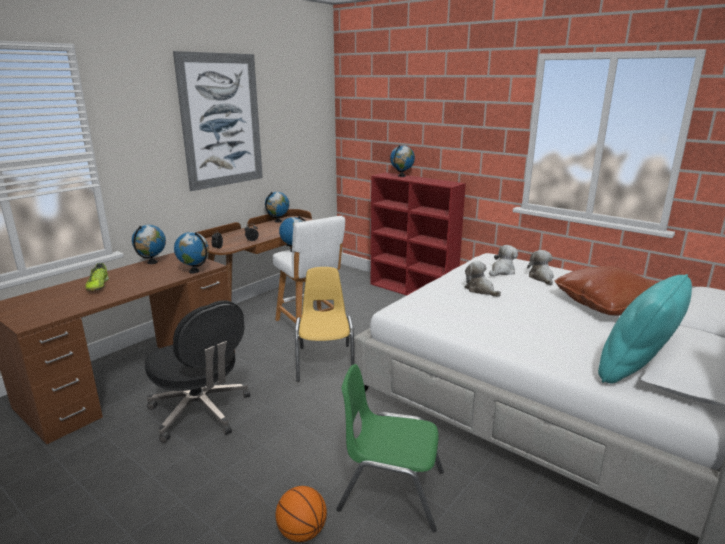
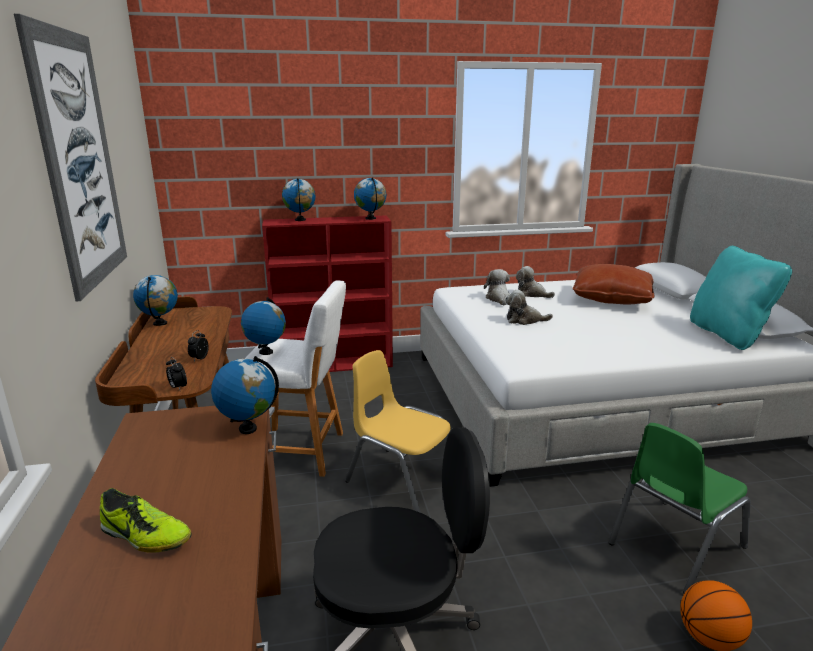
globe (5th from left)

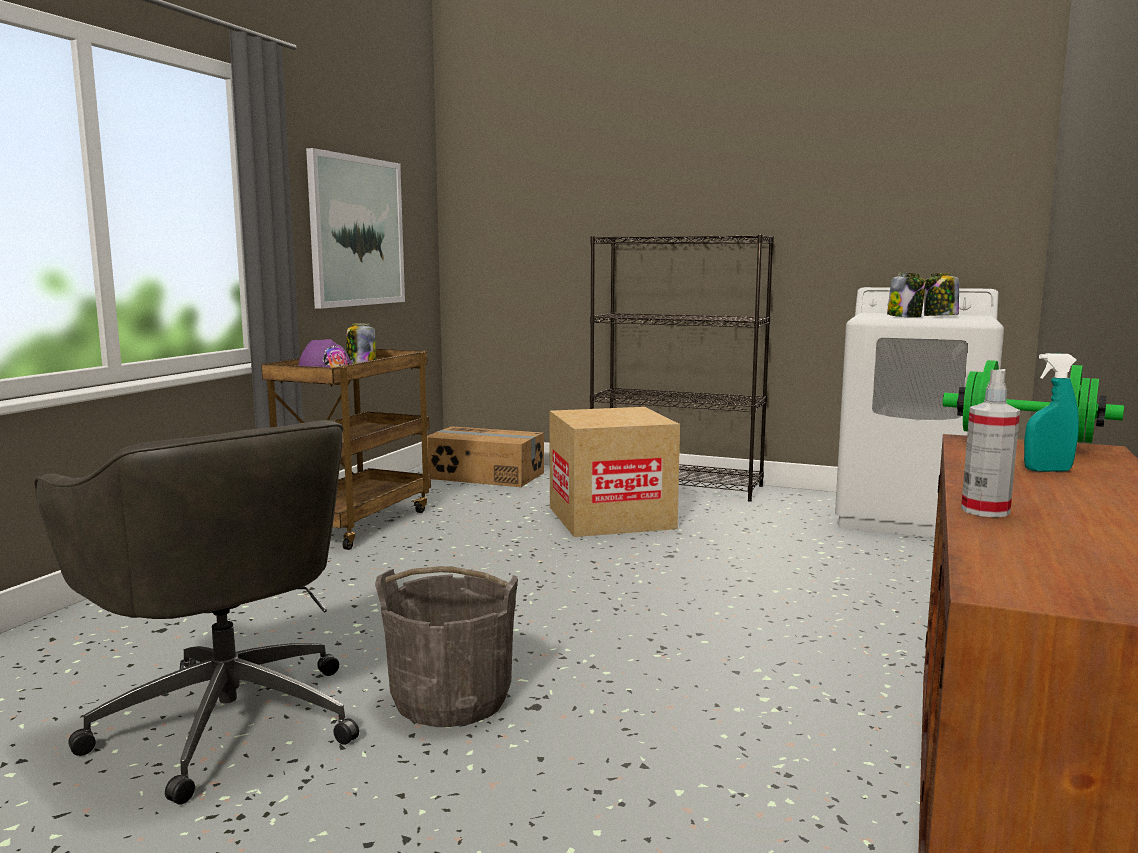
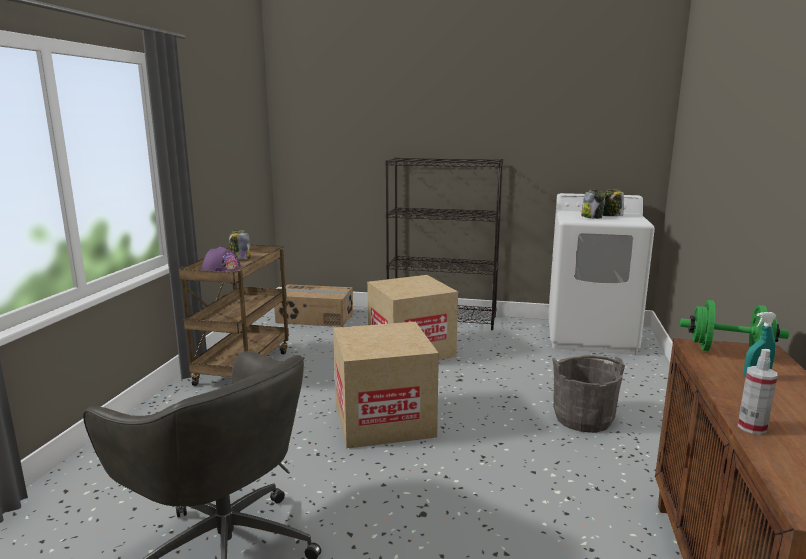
cardboard box (2nd from left)
grey bucket
picture

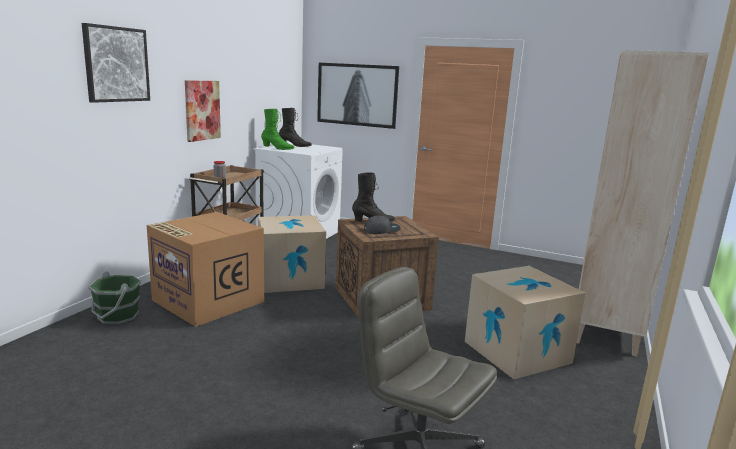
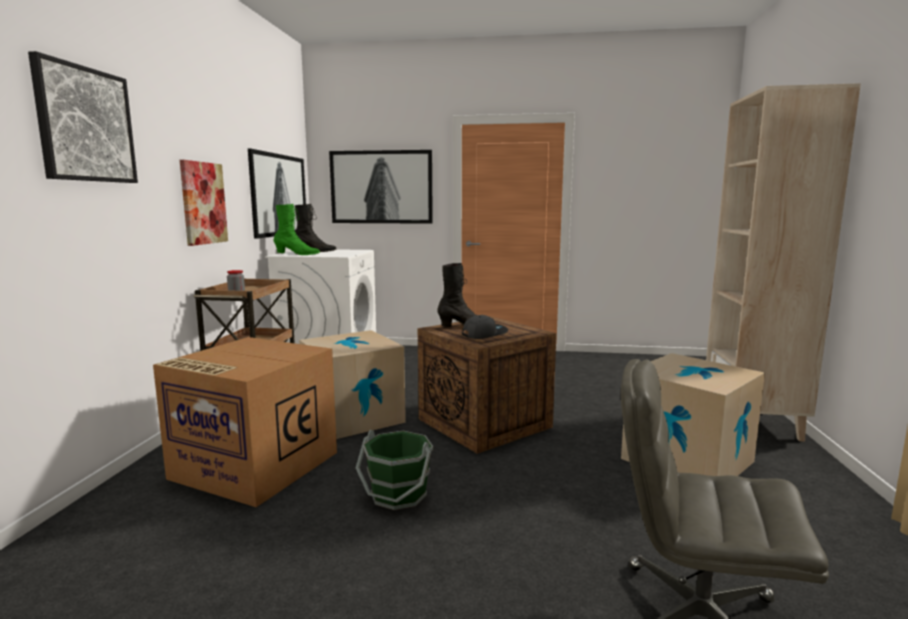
picture (3rd from left)
green bucket

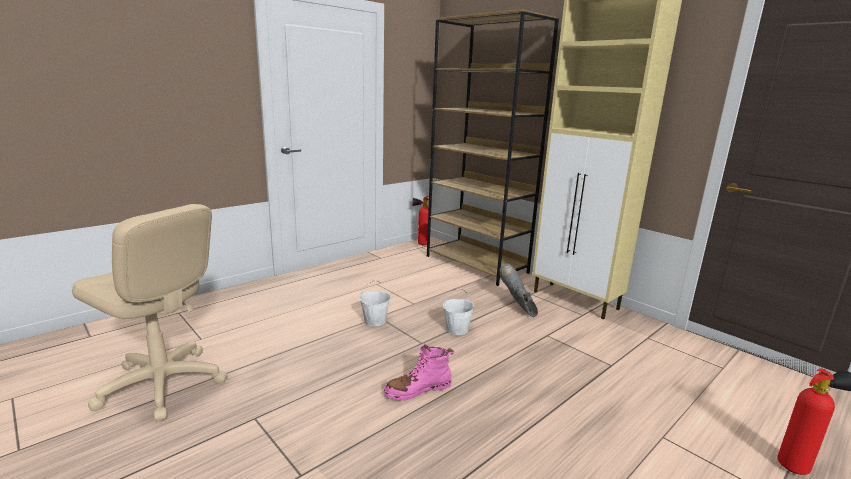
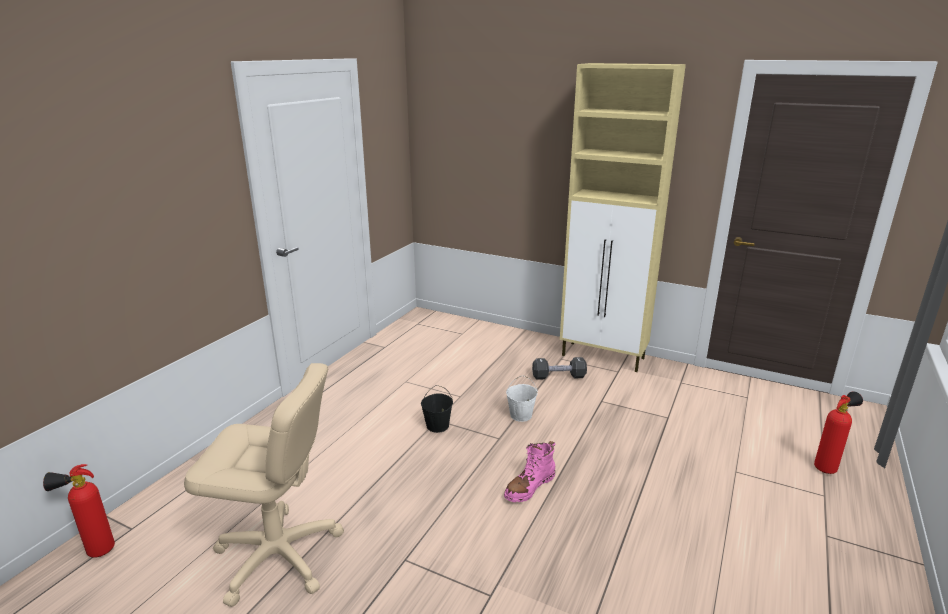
fire extinguisher (1st from left)
black bucket
black dumbbell
brown bookcase

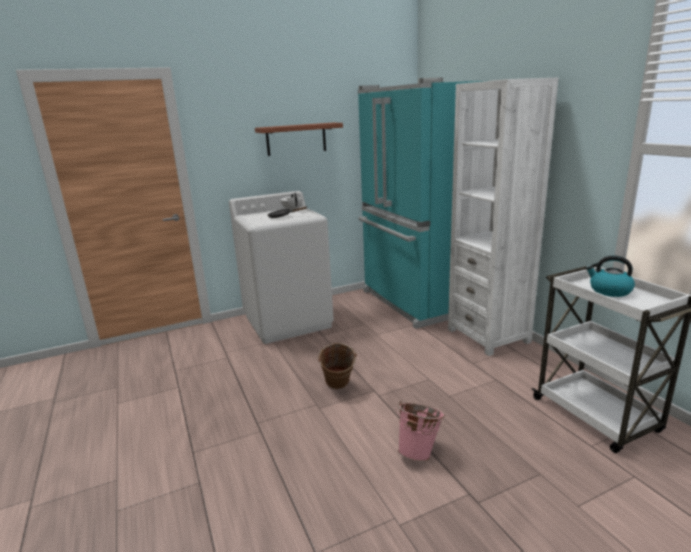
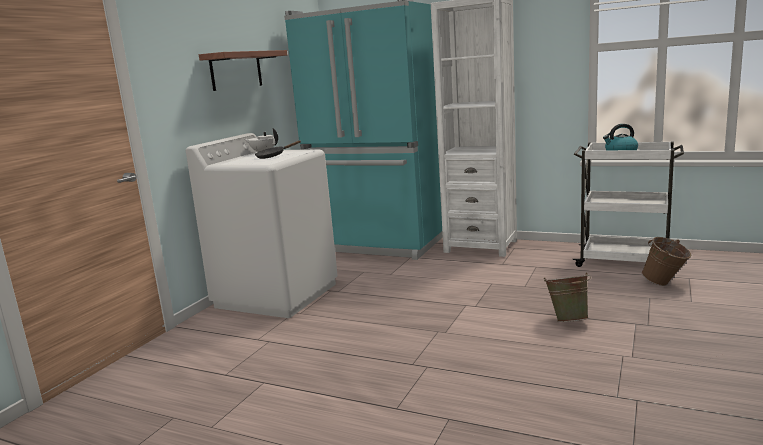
green bucket
brown bucket

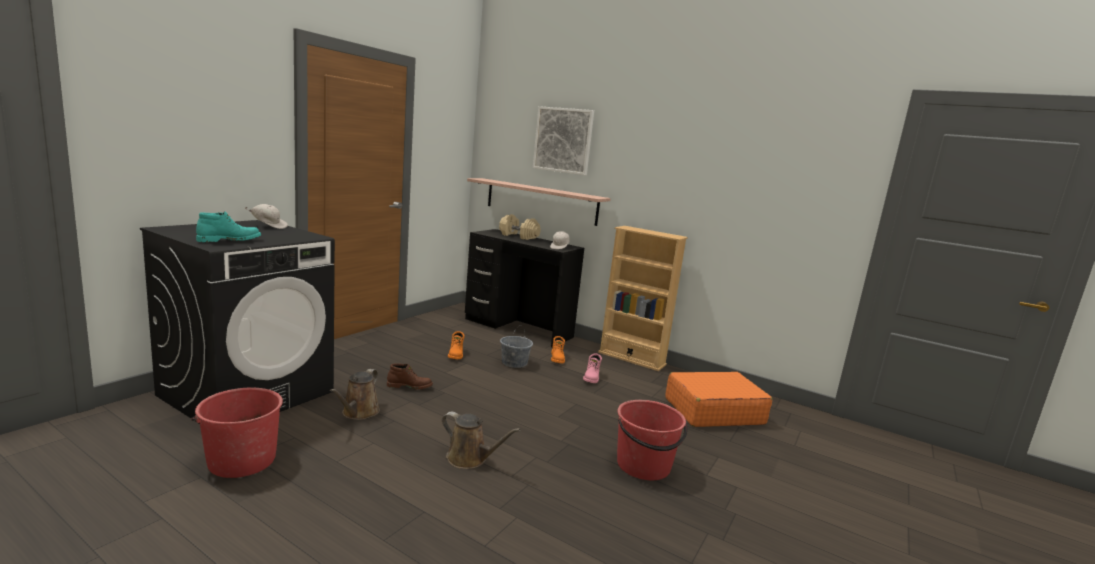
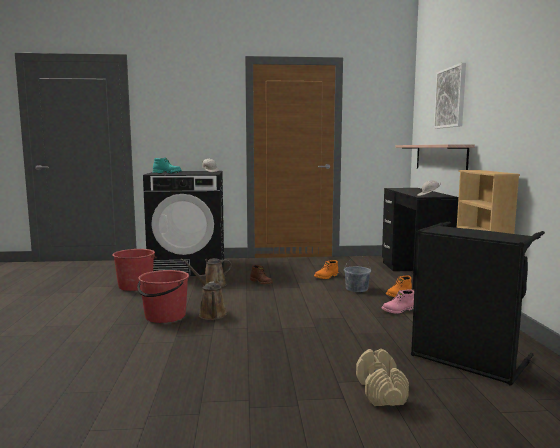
red bucket (2nd from left)
beige dumbbell
black laundry basket

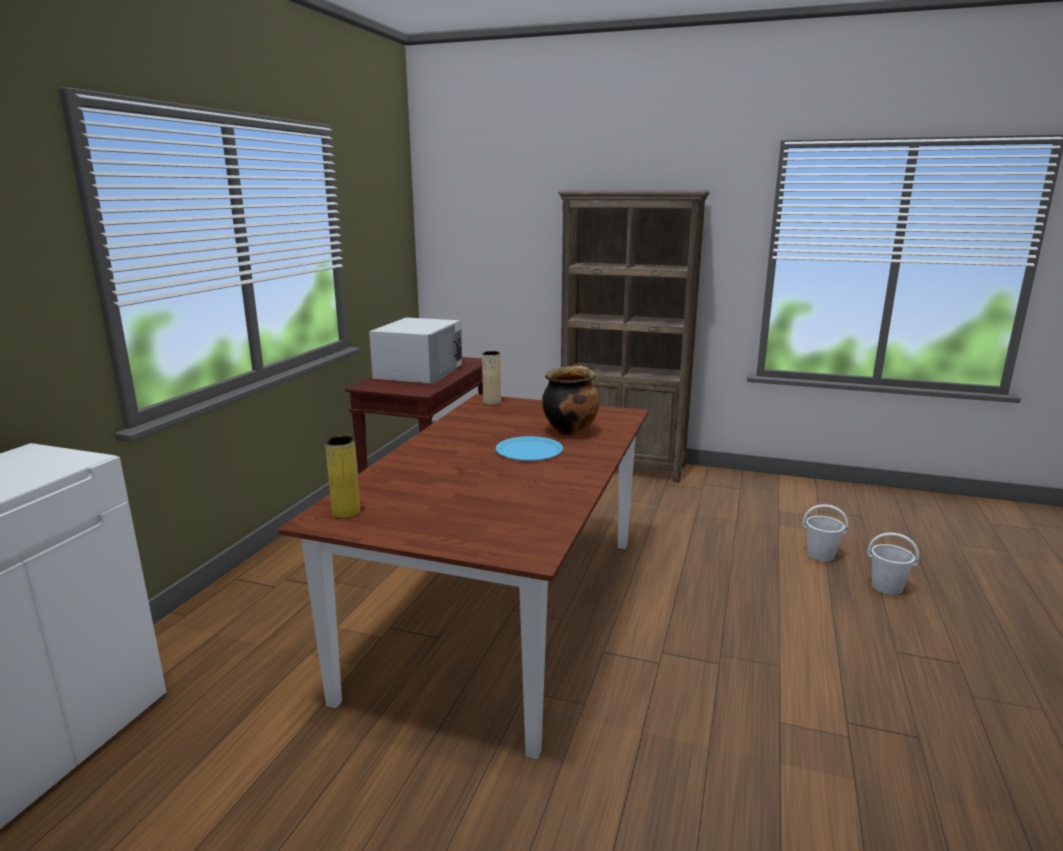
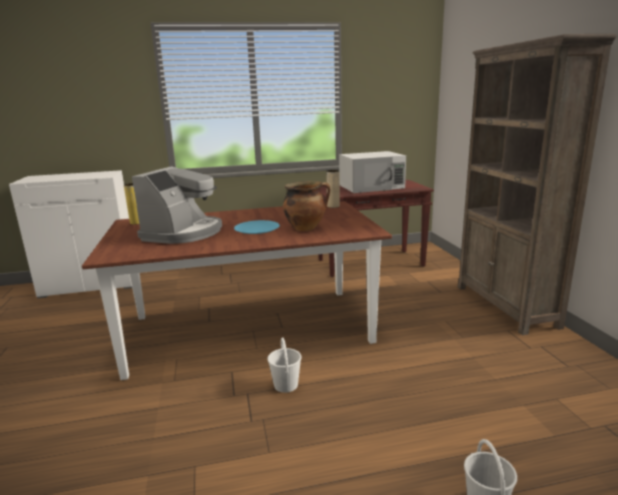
coffee machine
white bucket (1st from left)

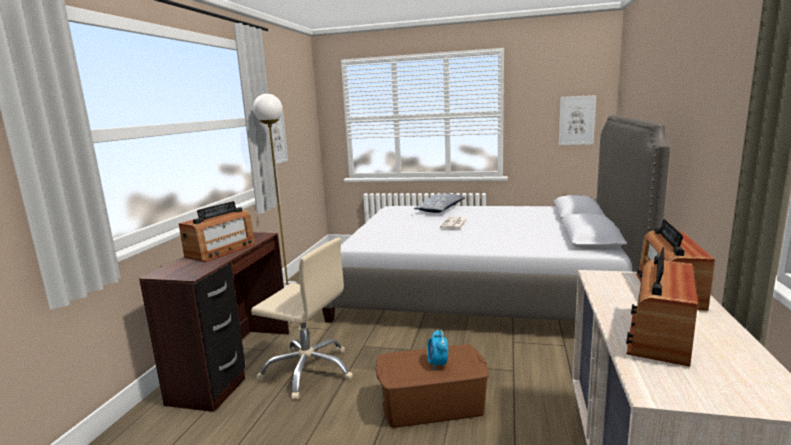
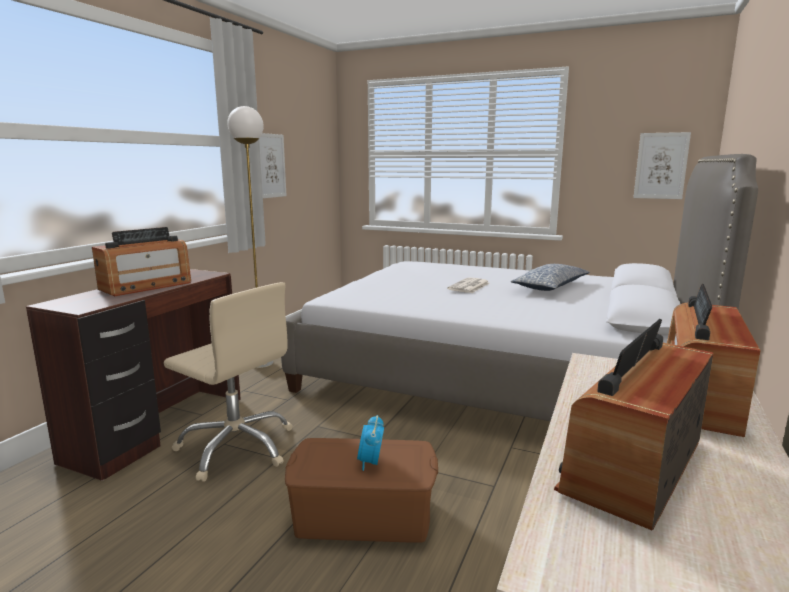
pillow

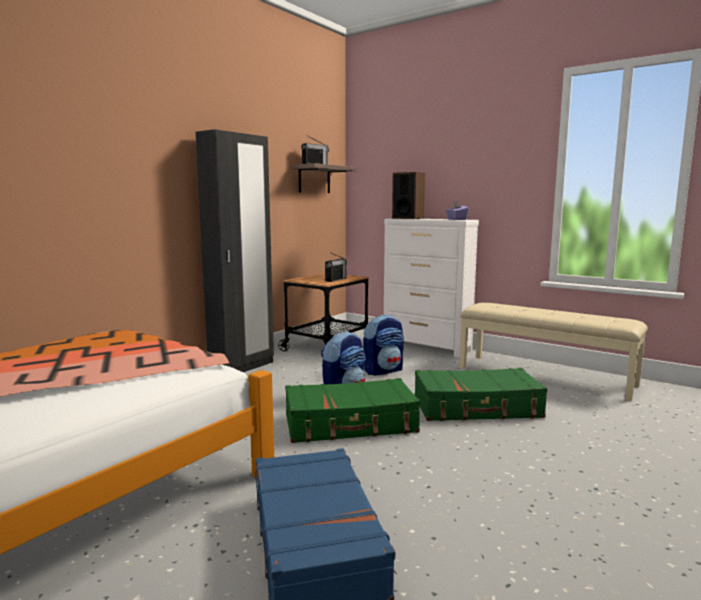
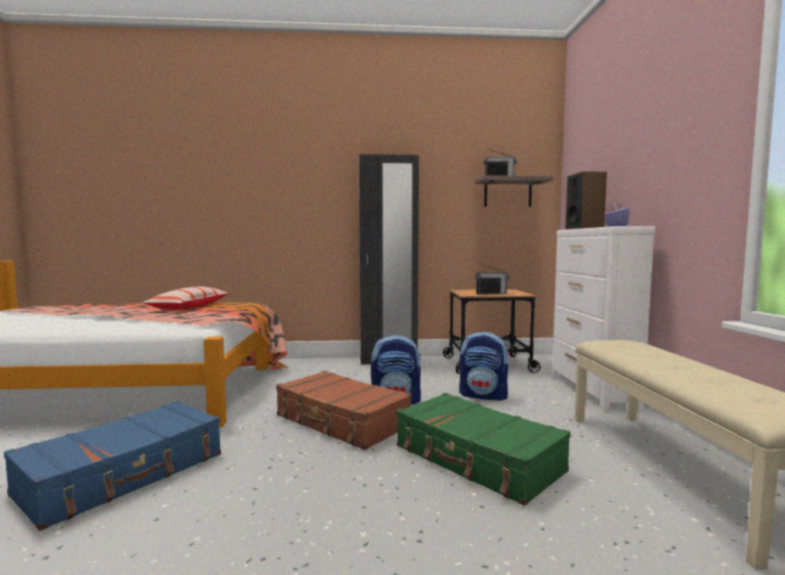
pillow
brown suitcase

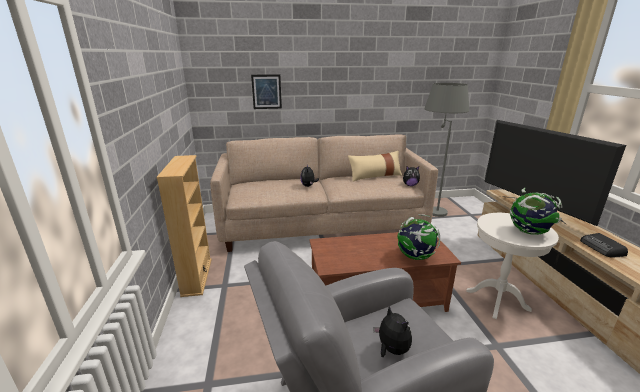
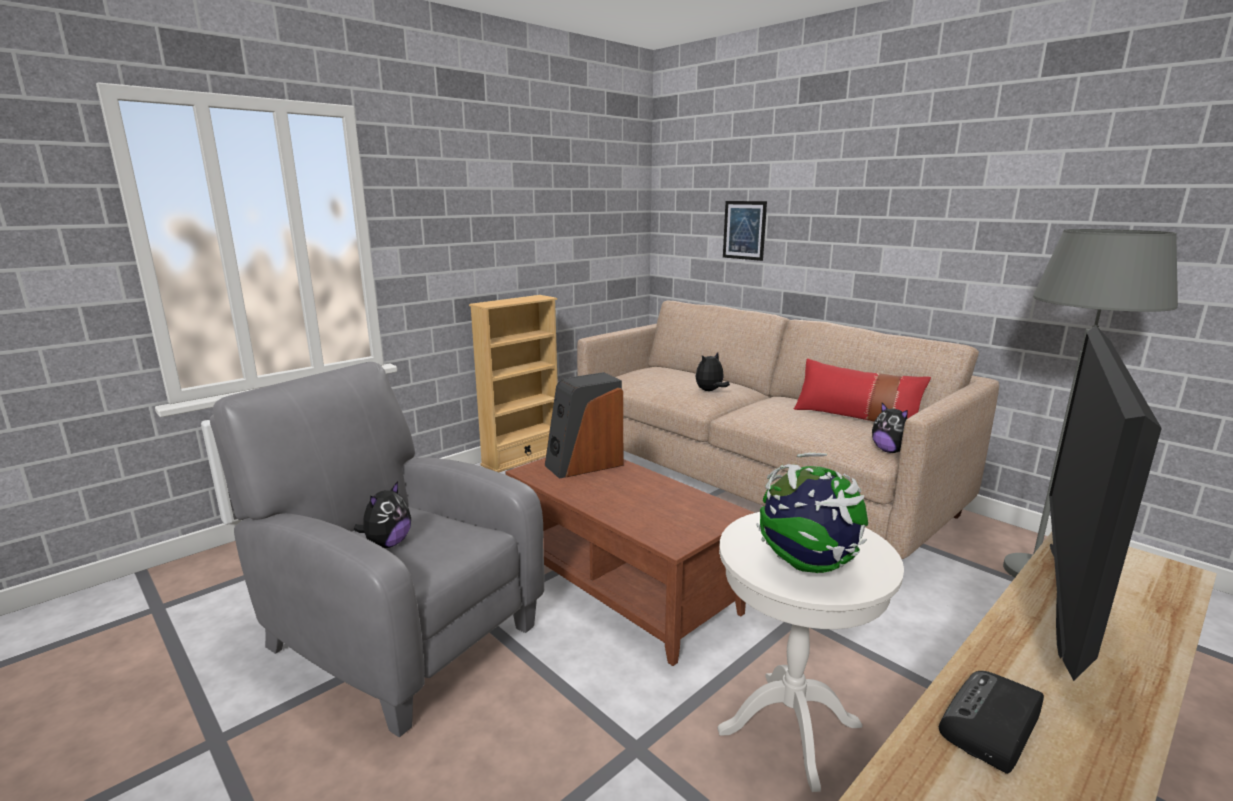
speaker
red pillow
globe (1st from left in the first image)

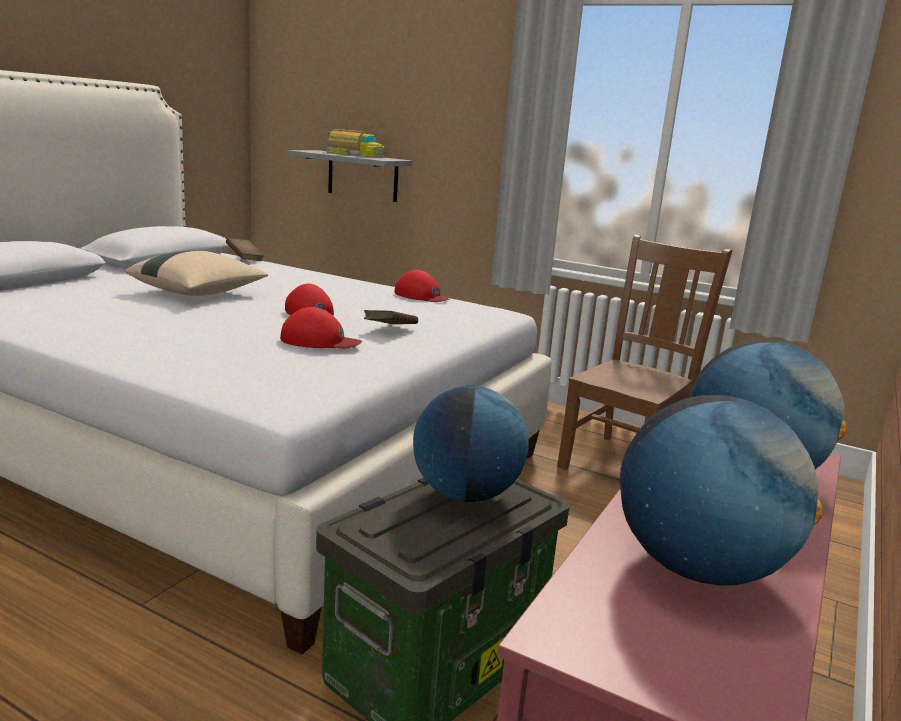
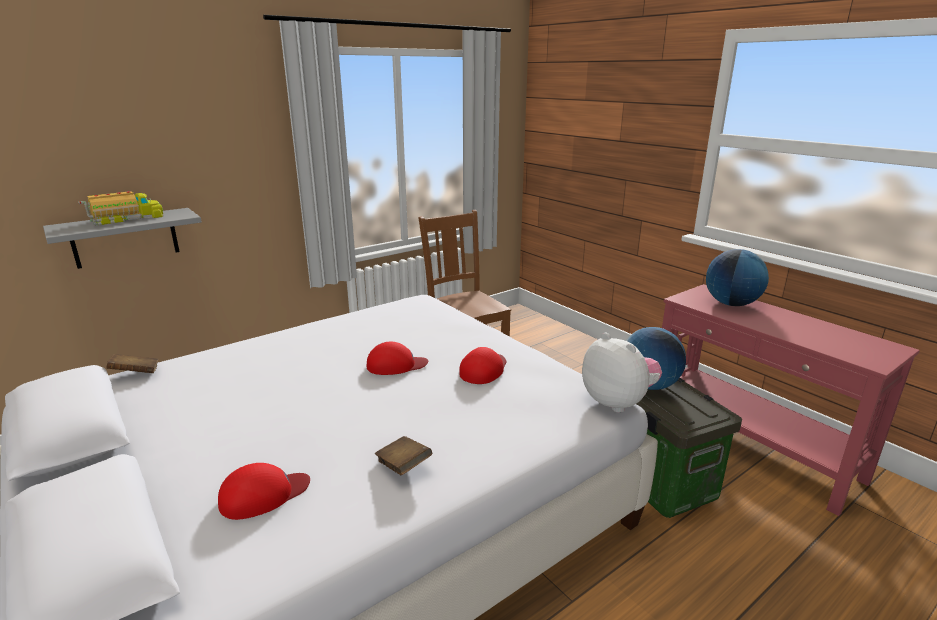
red cap (1st from left)
brown book (2nd from left)
plush toy
beige pillow
globe (2nd from left in the first image)

